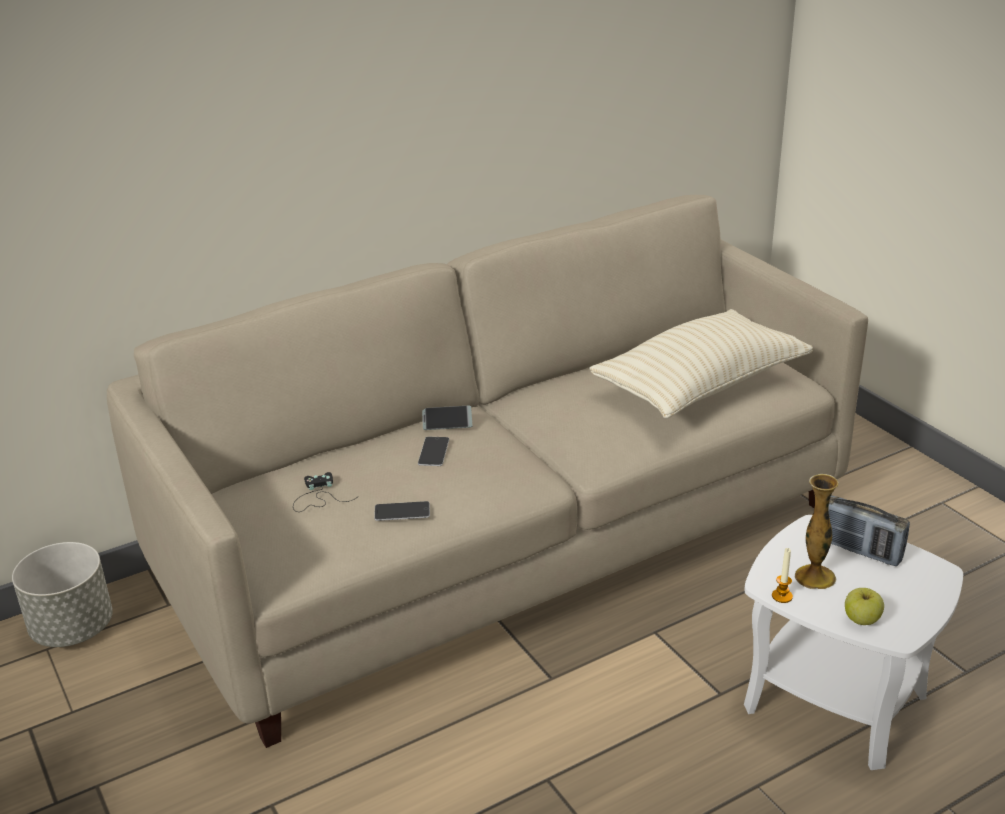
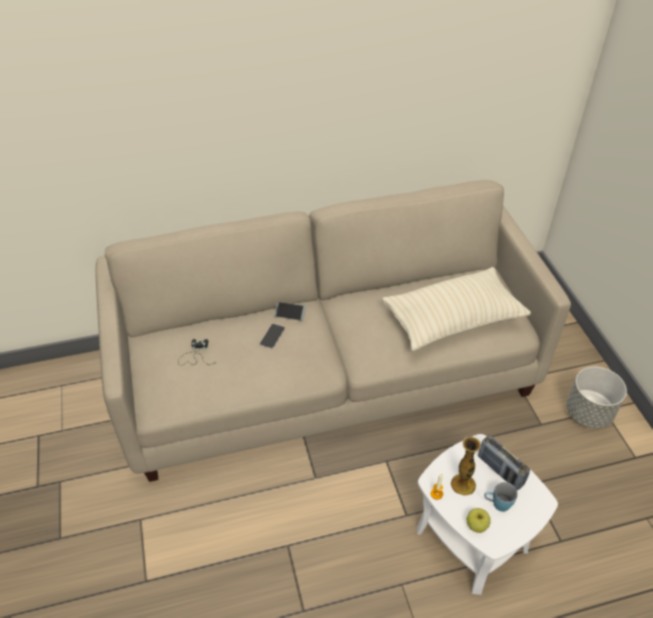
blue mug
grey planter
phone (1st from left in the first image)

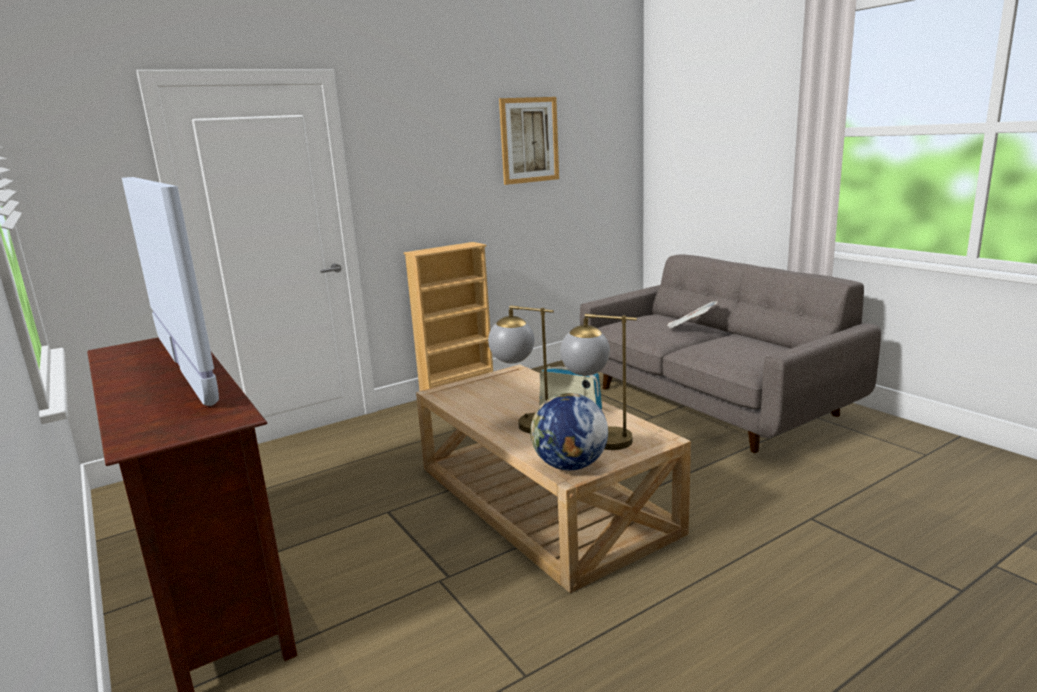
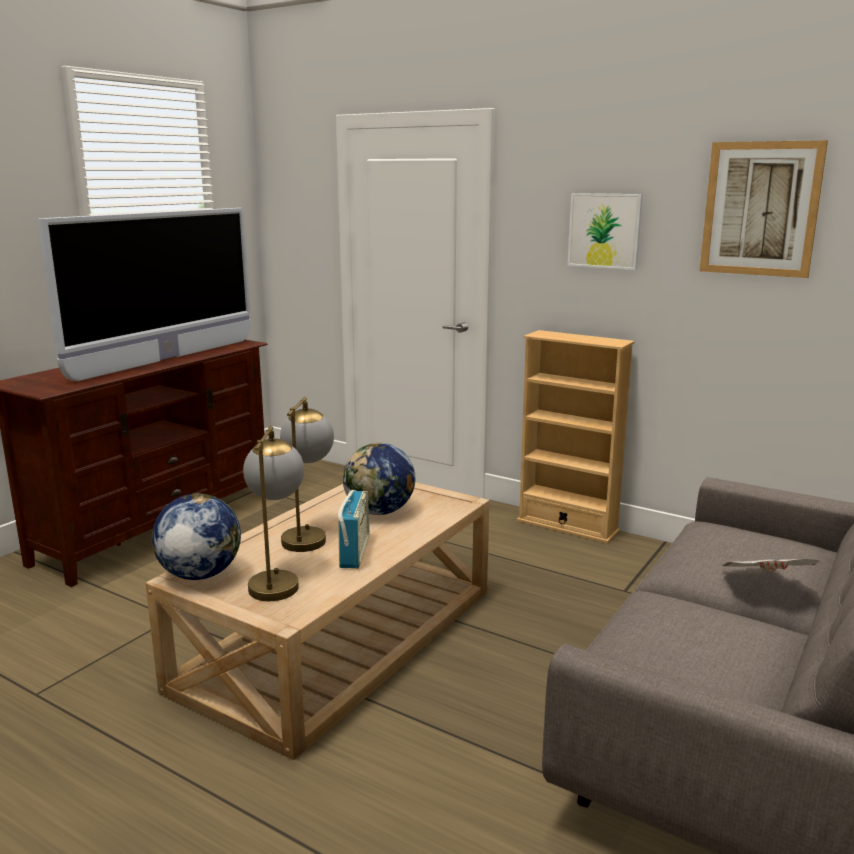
globe (2nd from left)
picture (1st from left)

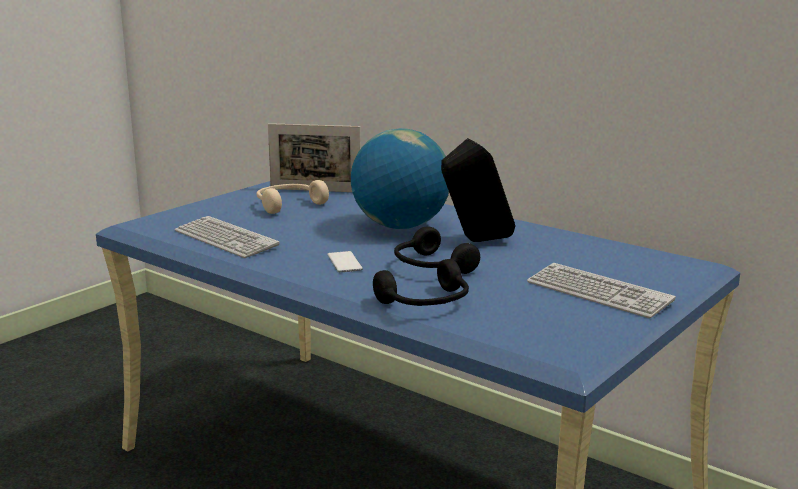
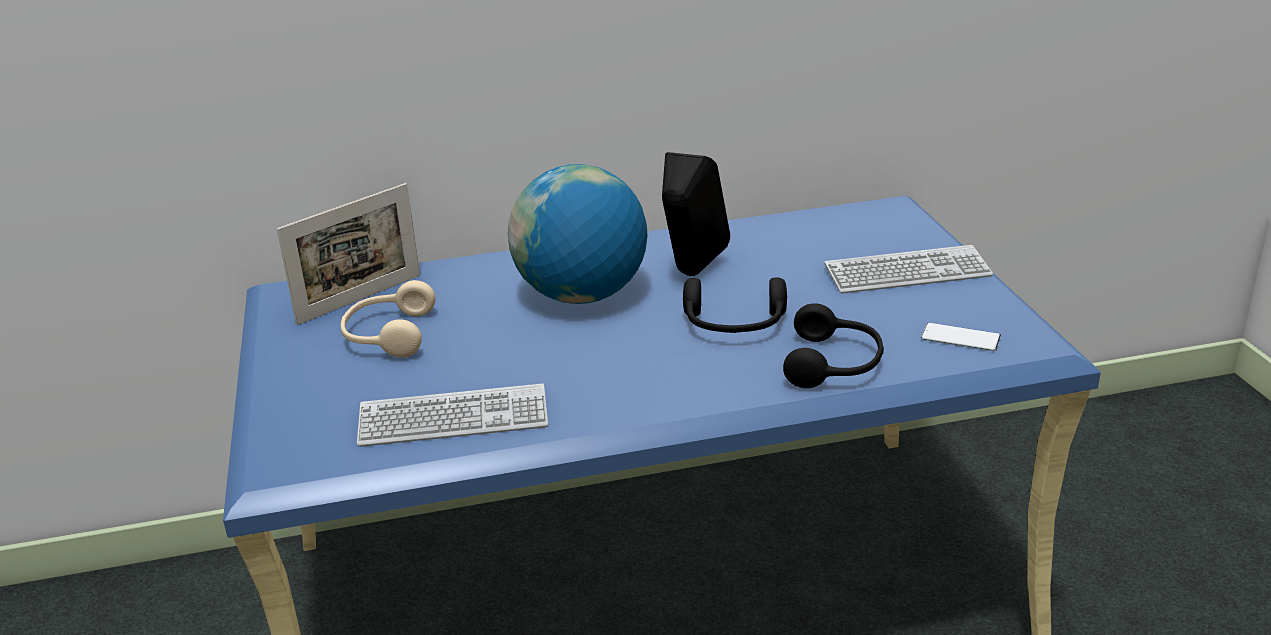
phone

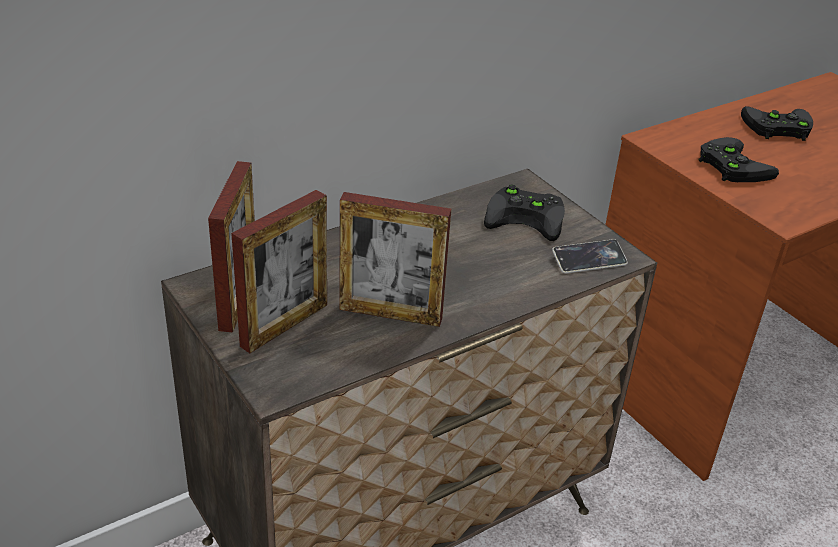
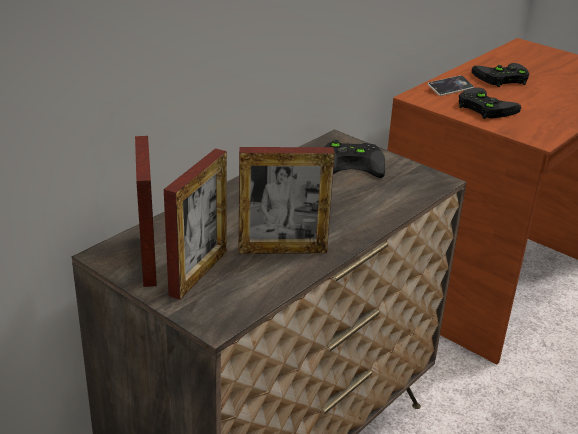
phone

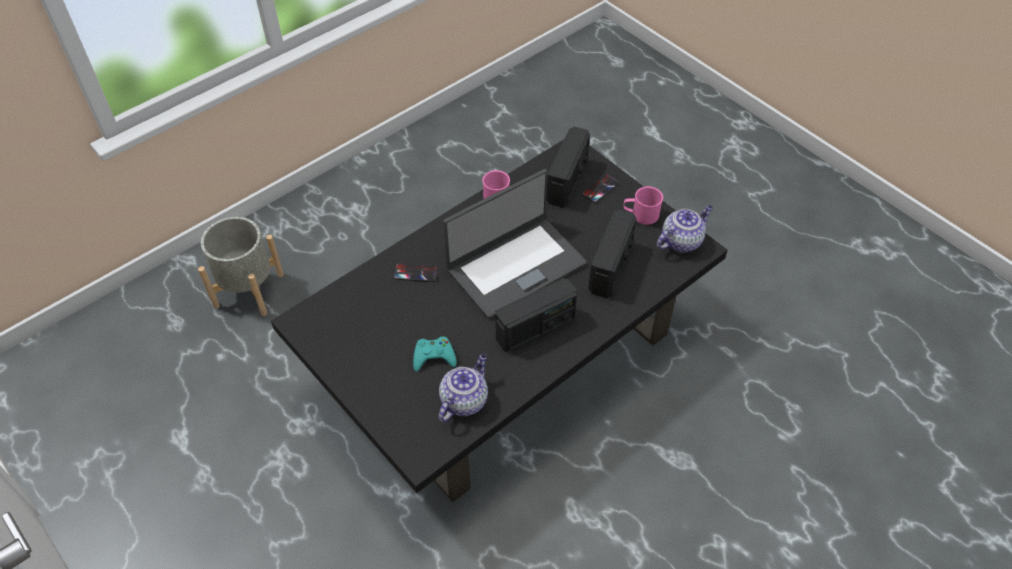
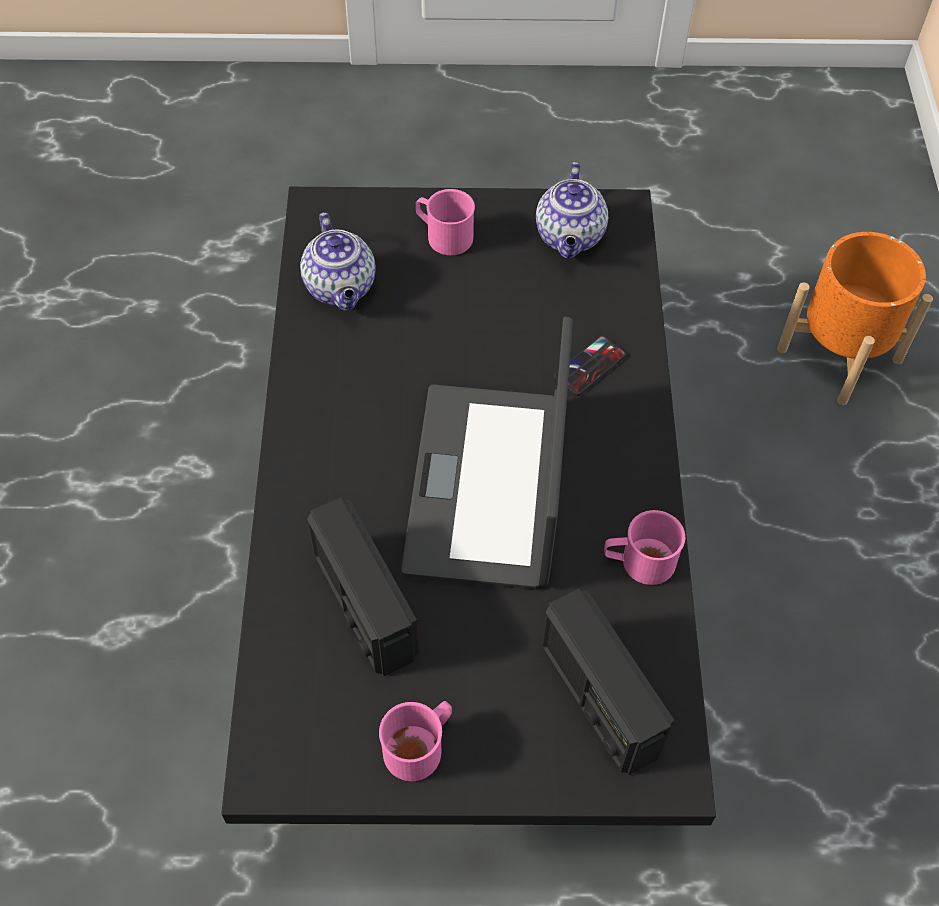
pink mug (2nd from left)
teapot (2nd from left)
orange planter
turquoise game controller
radio (1st from left in the first image)
phone (2nd from left in the first image)

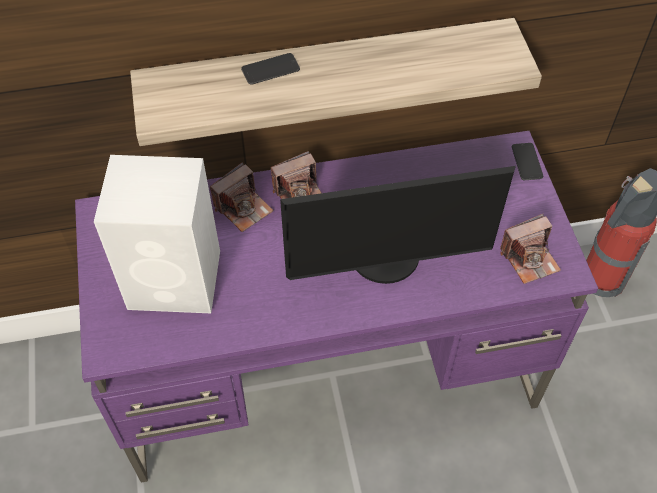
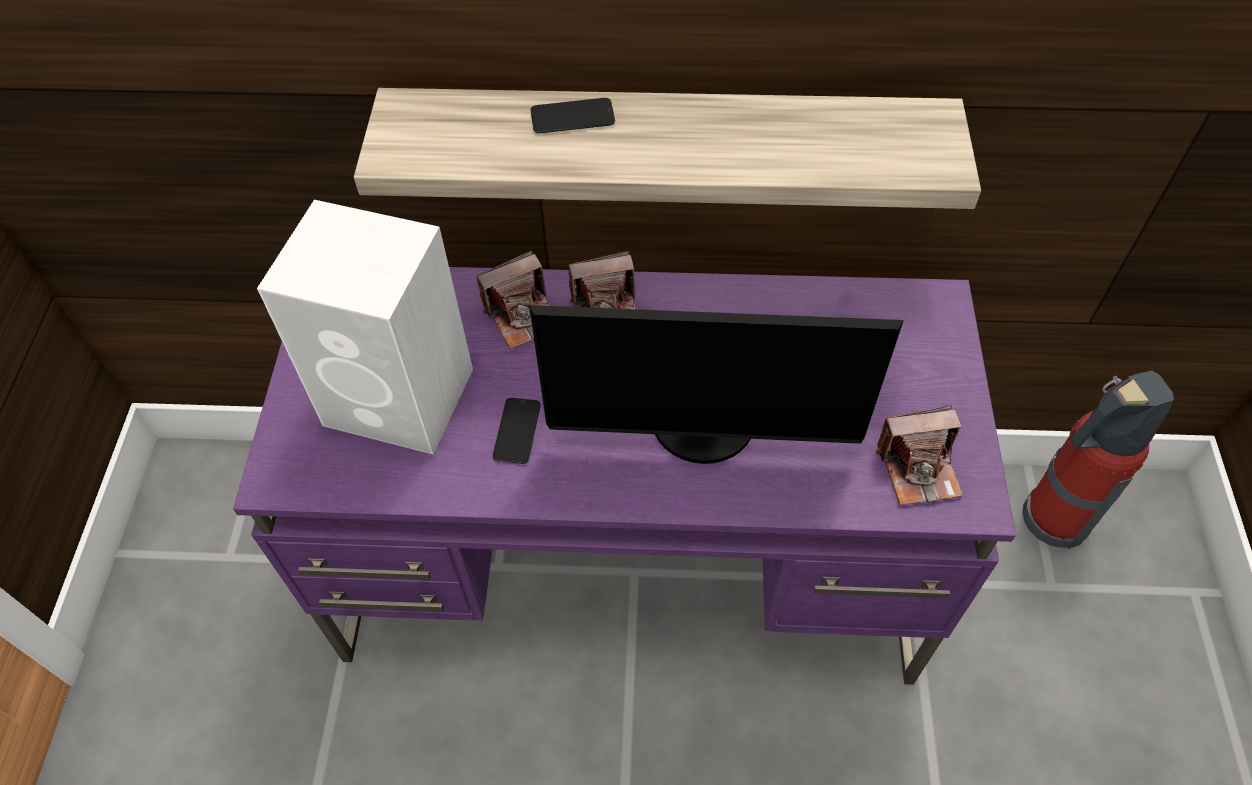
phone (1st from left)

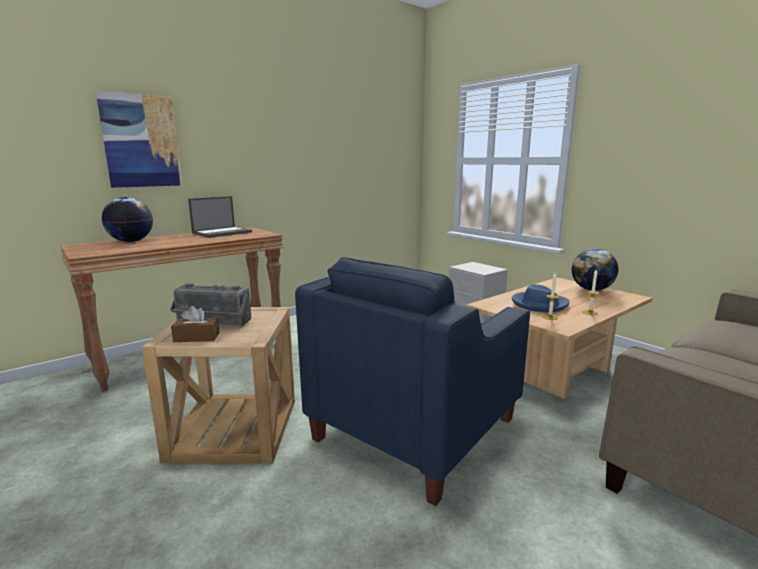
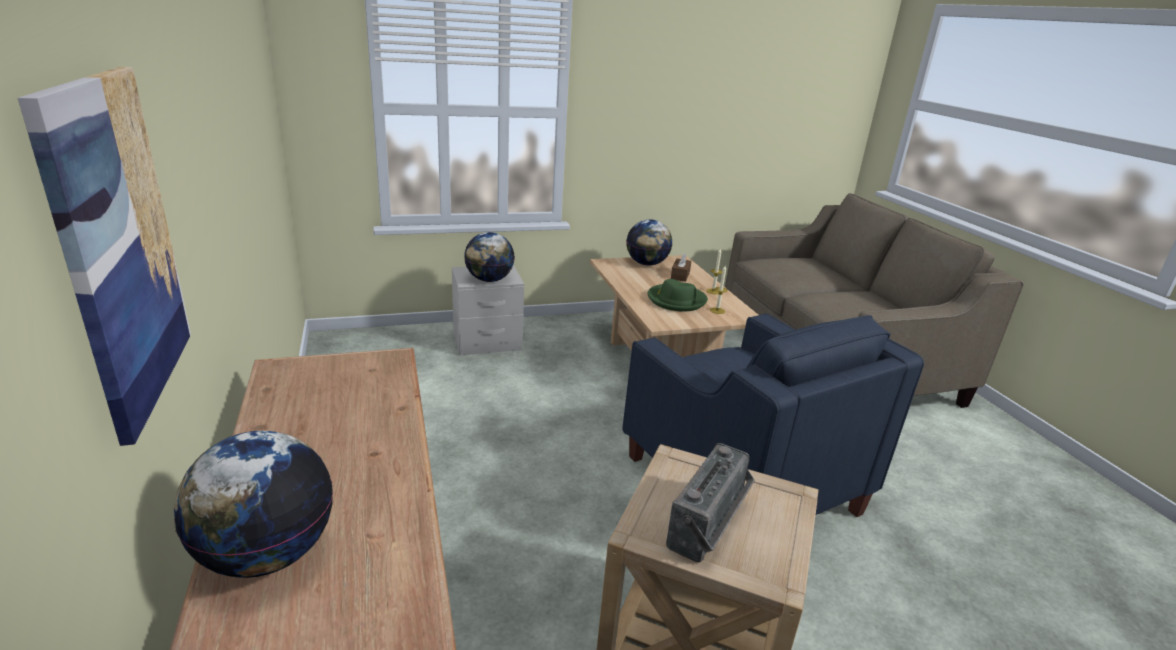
globe (2nd from left)
green hat
brown tissue box
laptop

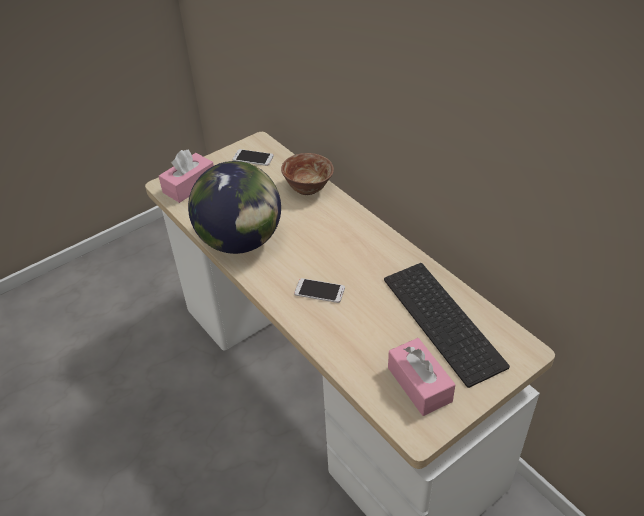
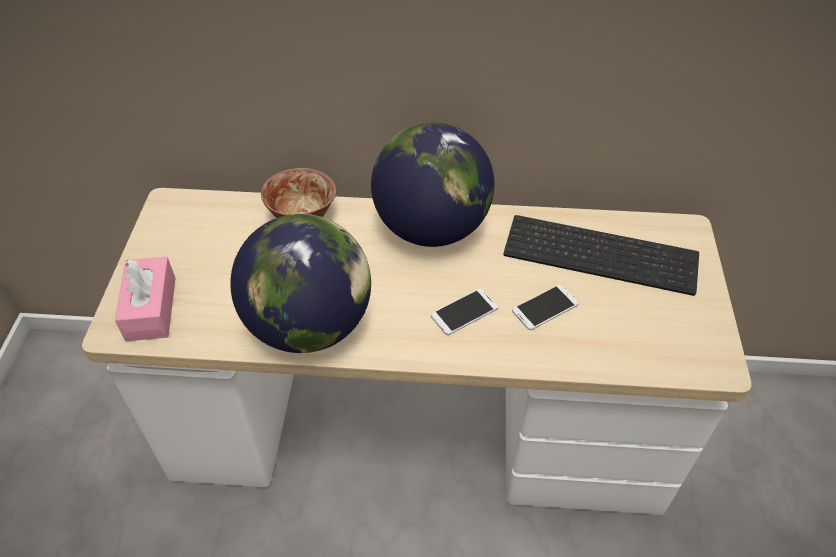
globe (2nd from left)
phone (2nd from left)
pink tissue box (2nd from left in the first image)

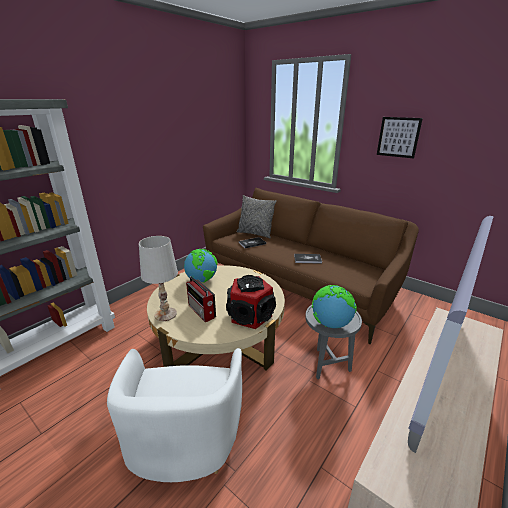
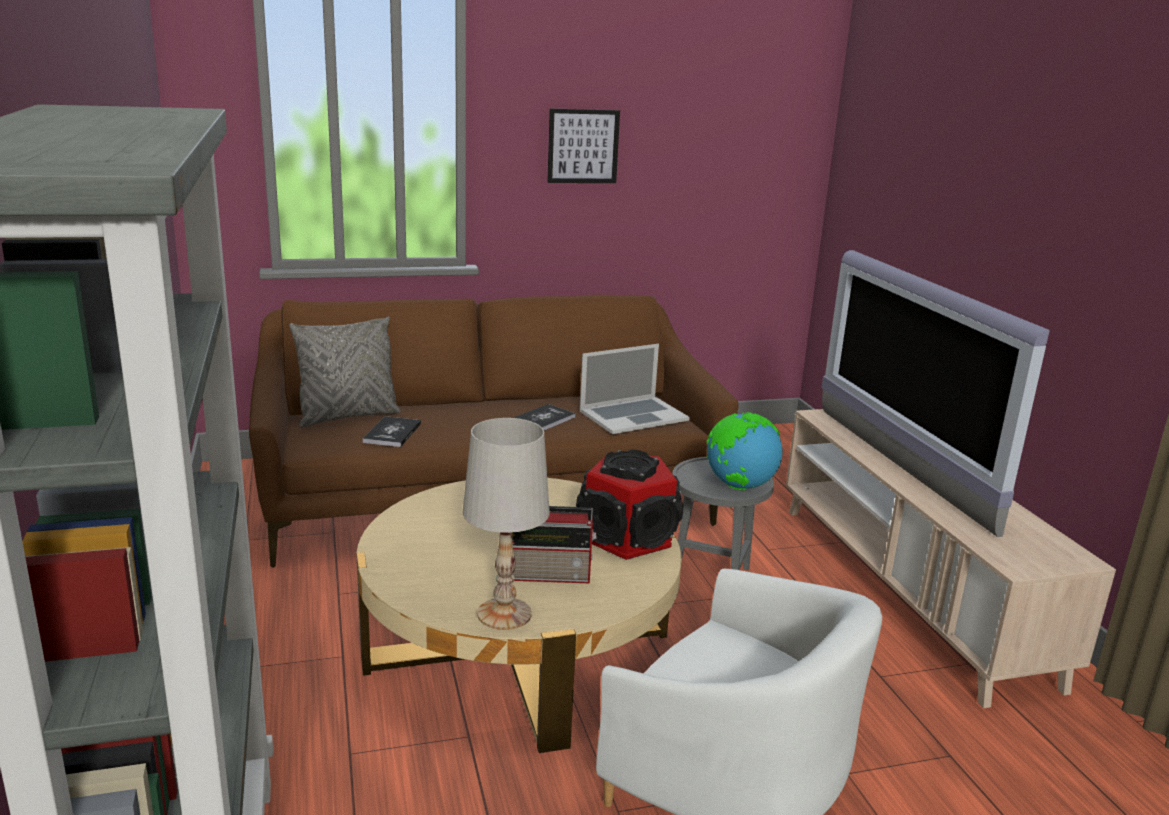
laptop
globe (1st from left in the first image)

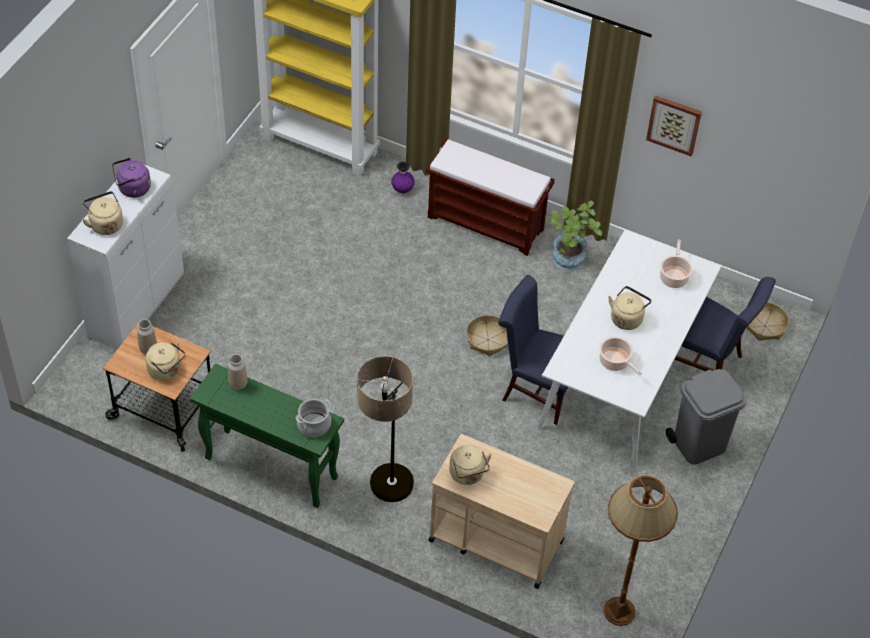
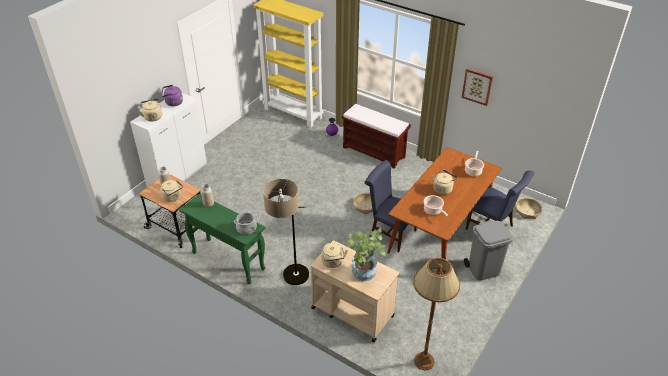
potted plant
brown dining table

